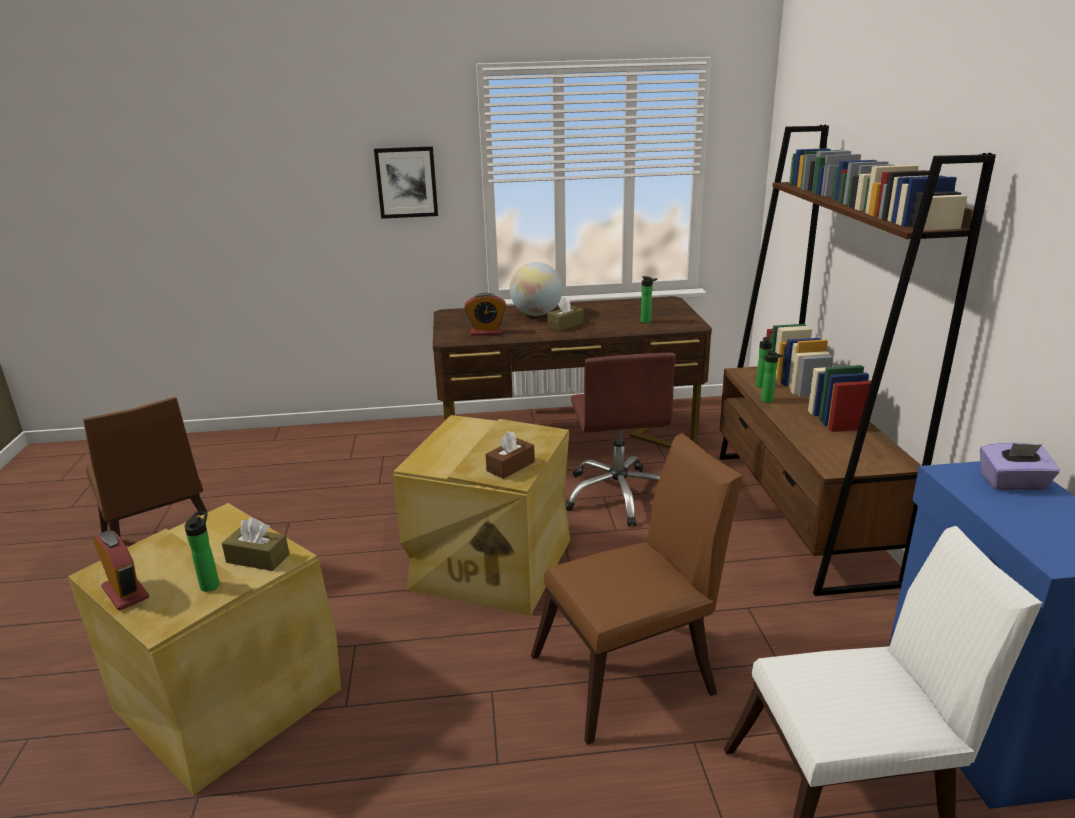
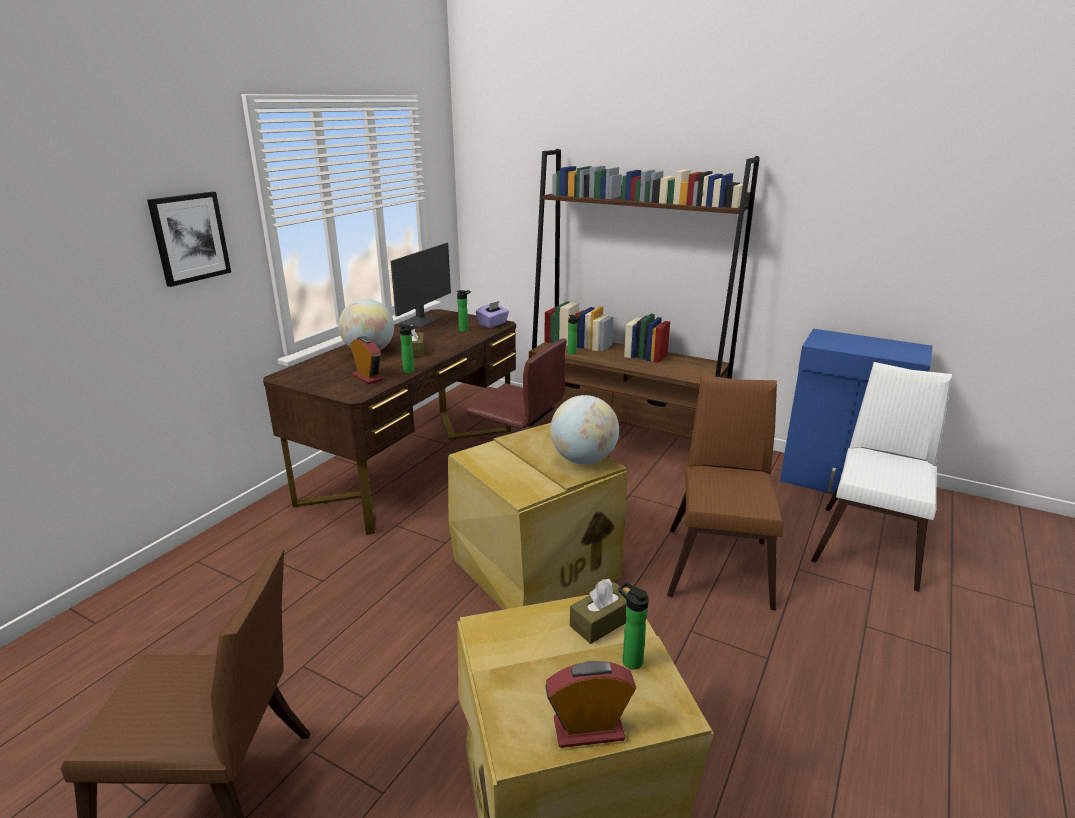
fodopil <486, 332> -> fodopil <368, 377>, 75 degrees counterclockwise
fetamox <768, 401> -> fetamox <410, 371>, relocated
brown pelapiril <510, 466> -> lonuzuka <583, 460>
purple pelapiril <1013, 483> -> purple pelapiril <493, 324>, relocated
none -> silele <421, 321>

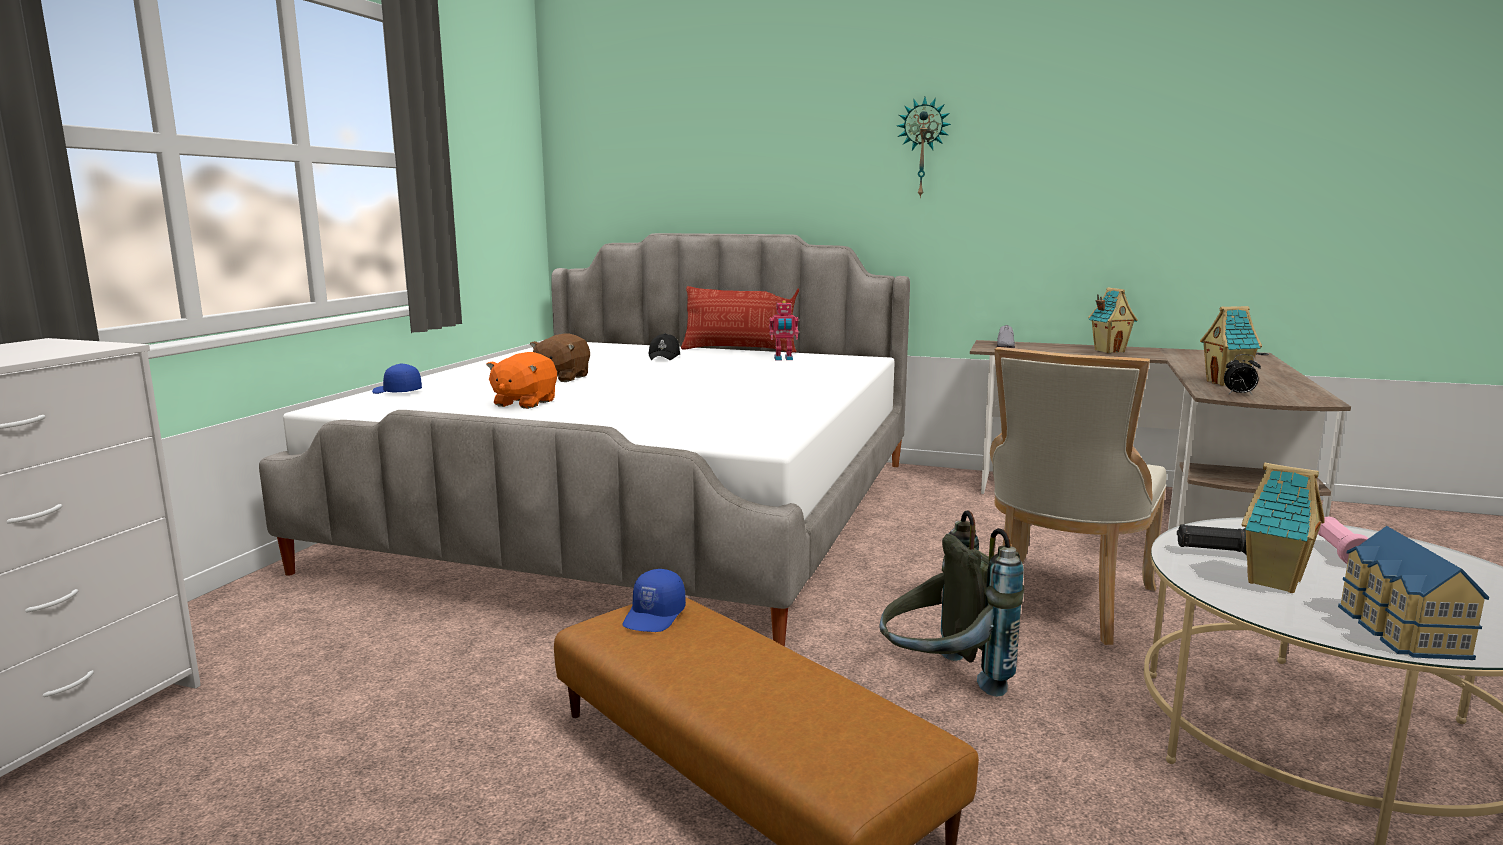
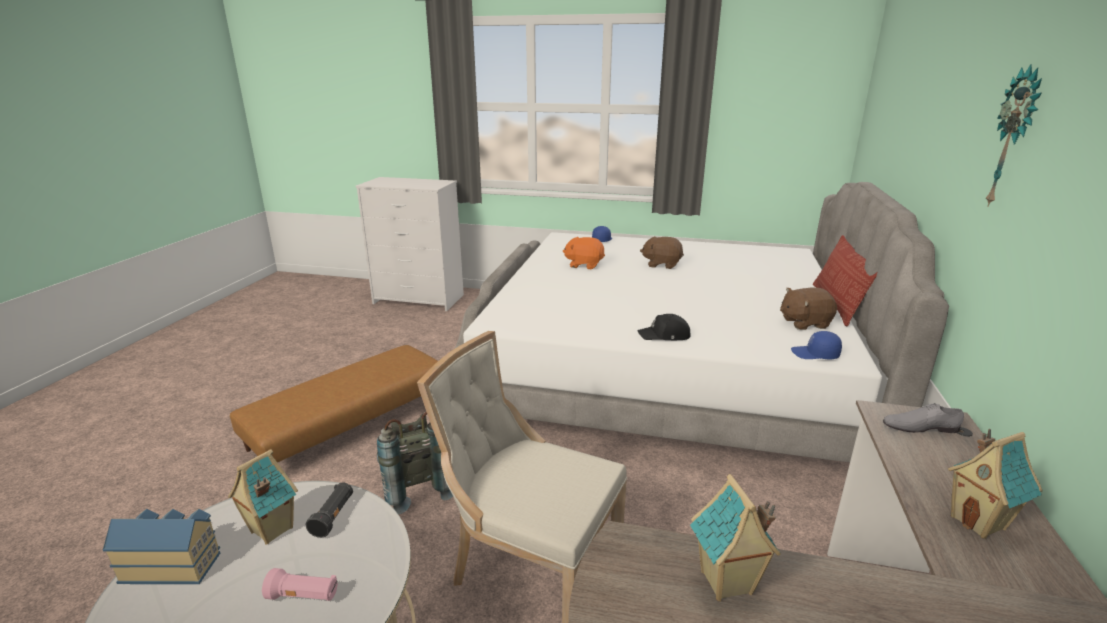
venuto <783, 359> -> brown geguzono <804, 323>
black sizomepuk <665, 357> -> black sizomepuk <665, 336>, relocated
fodopil <1239, 394> -> none
blue sizomepuk <655, 616> -> blue sizomepuk <815, 354>, relocated

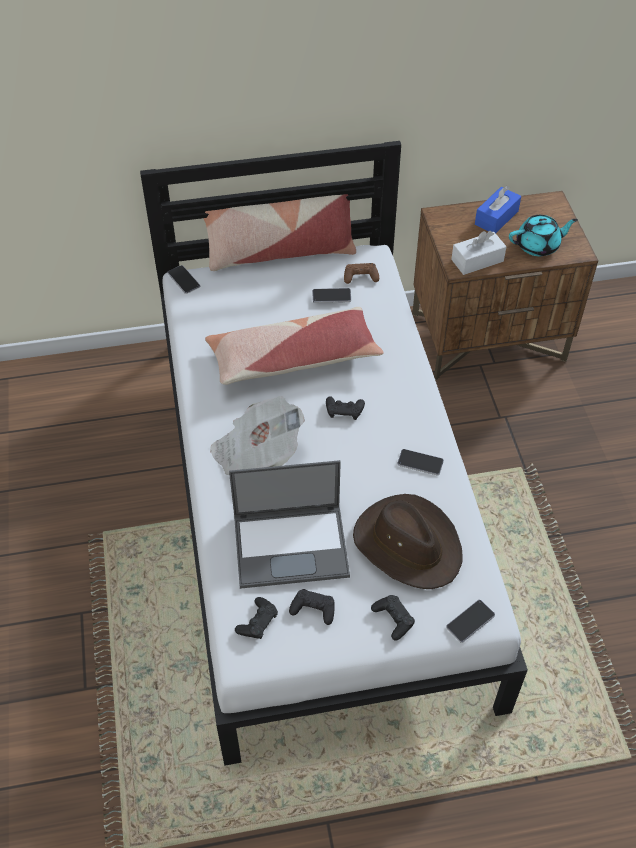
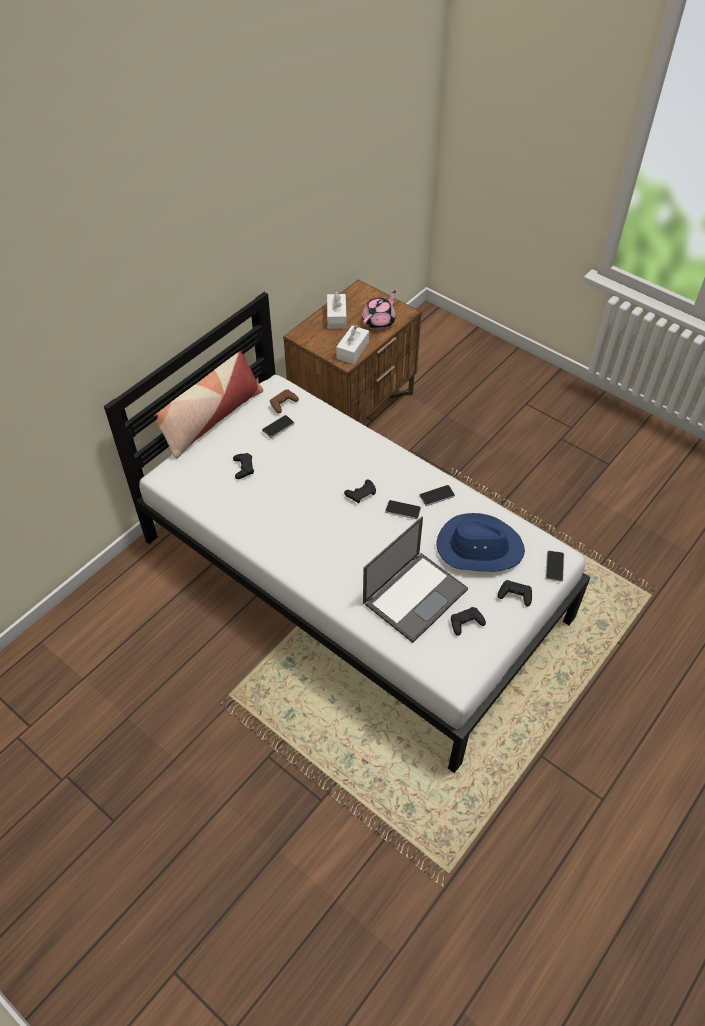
blue pelapiril <496, 218> -> white pelapiril <336, 317>
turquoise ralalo <538, 246> -> pink ralalo <379, 321>
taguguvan <183, 280> -> taguguvan <403, 510>, relocated
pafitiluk <293, 358> -> none
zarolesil <256, 454> -> none
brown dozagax <408, 544> -> blue dozagax <479, 547>
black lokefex <257, 622> -> black lokefex <243, 468>, relocated

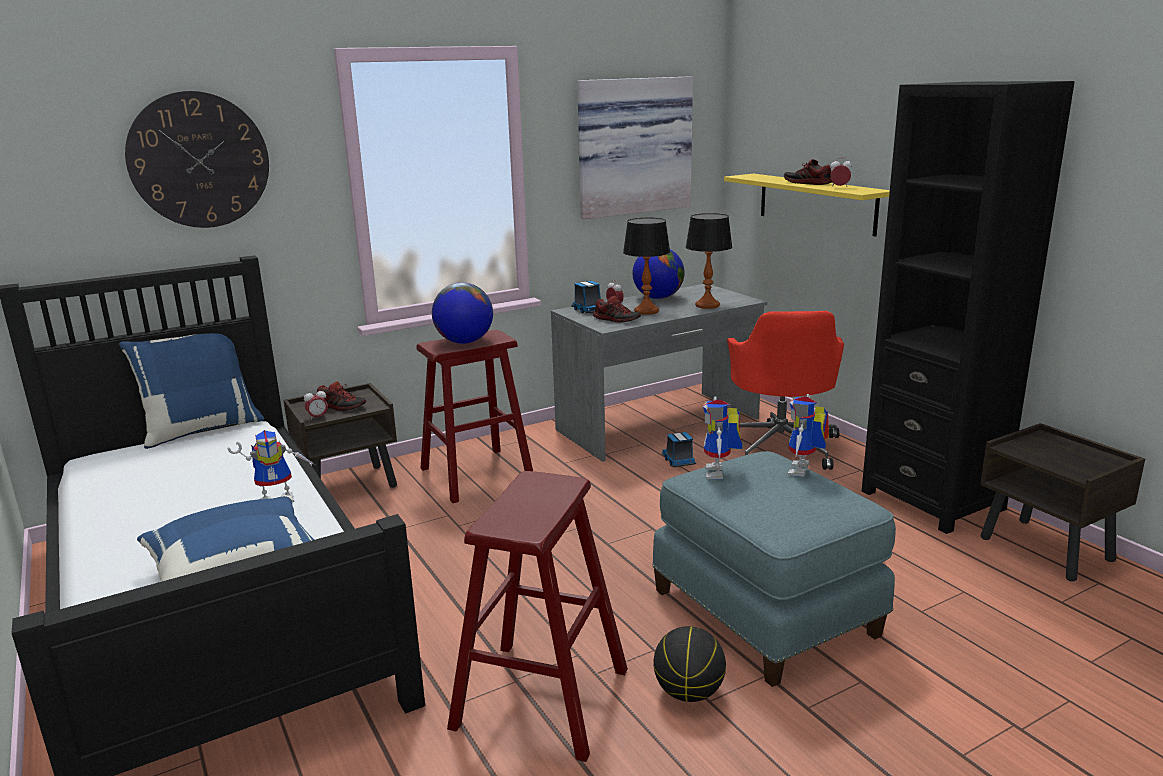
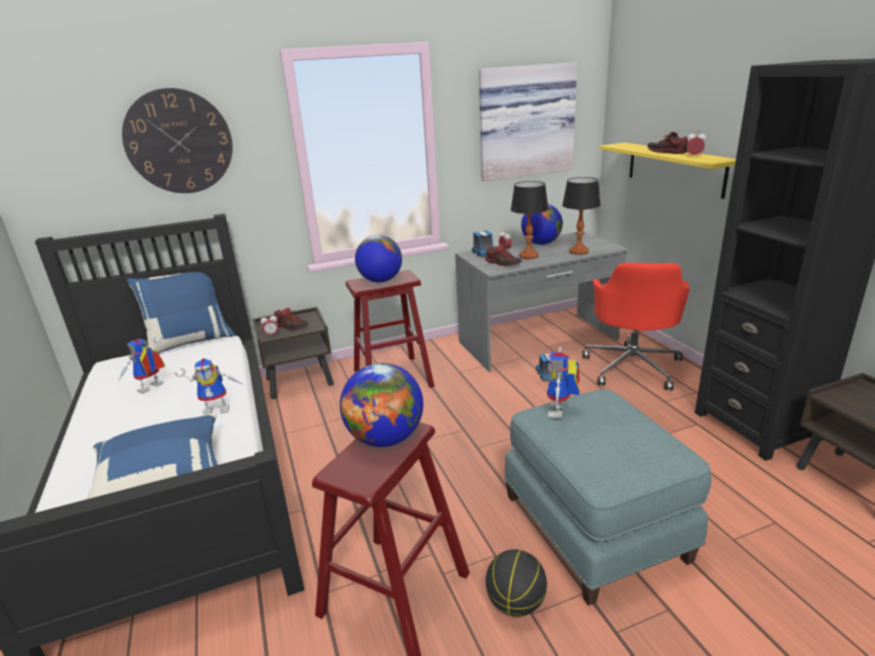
venuto <804, 471> -> venuto <151, 389>, relocated
none -> lonuzuka <385, 438>

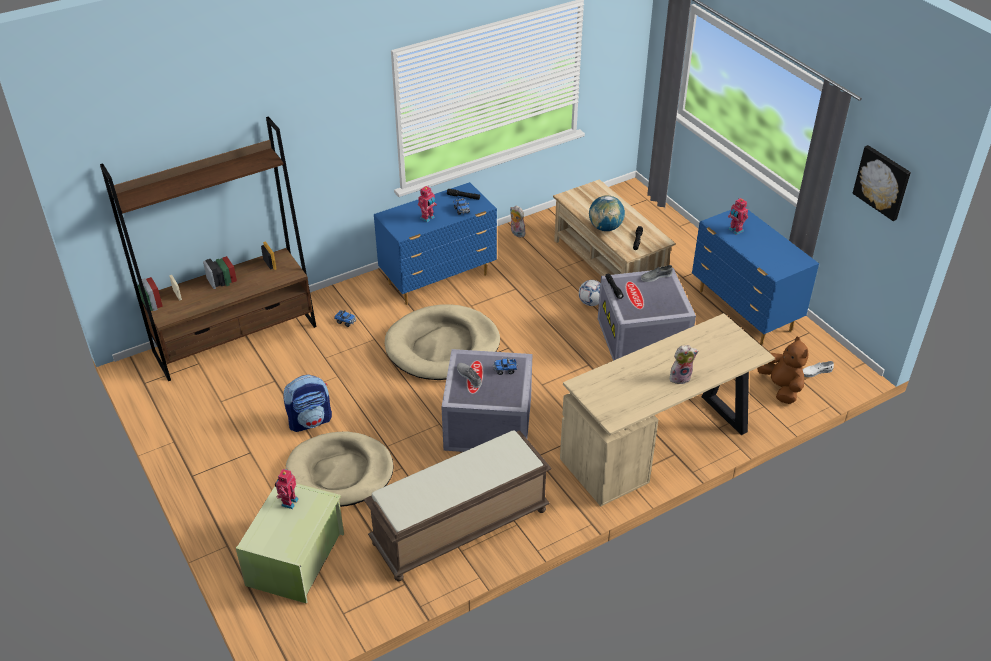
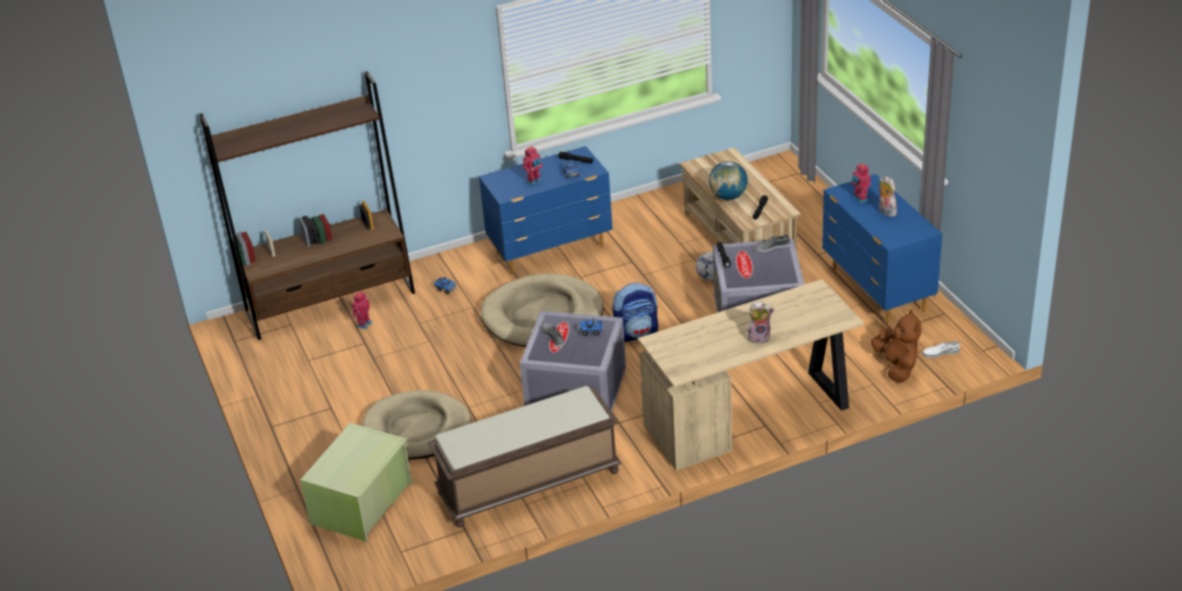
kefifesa <883, 182> -> none
geguzono <516, 233> -> geguzono <885, 212>, relocated
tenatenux <310, 421> -> tenatenux <636, 333>, relocated
venuto <288, 502> -> venuto <363, 324>, relocated

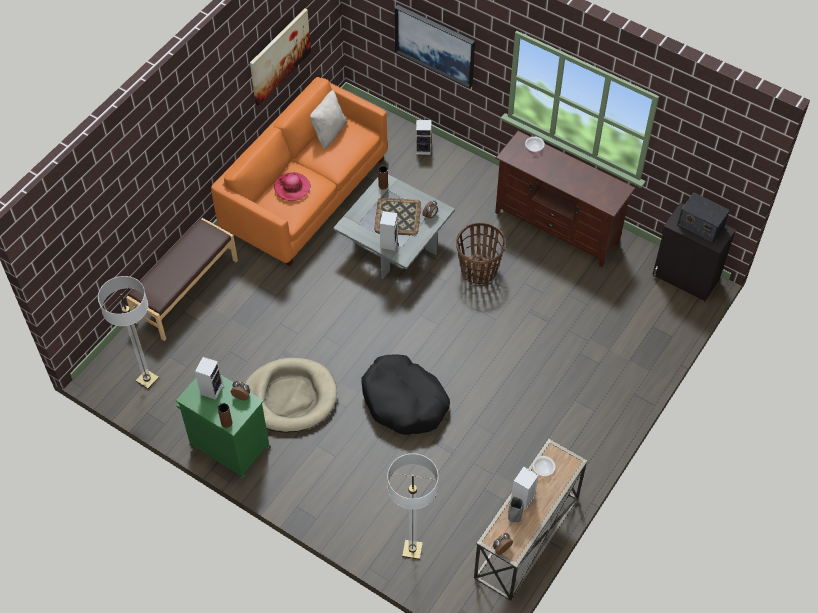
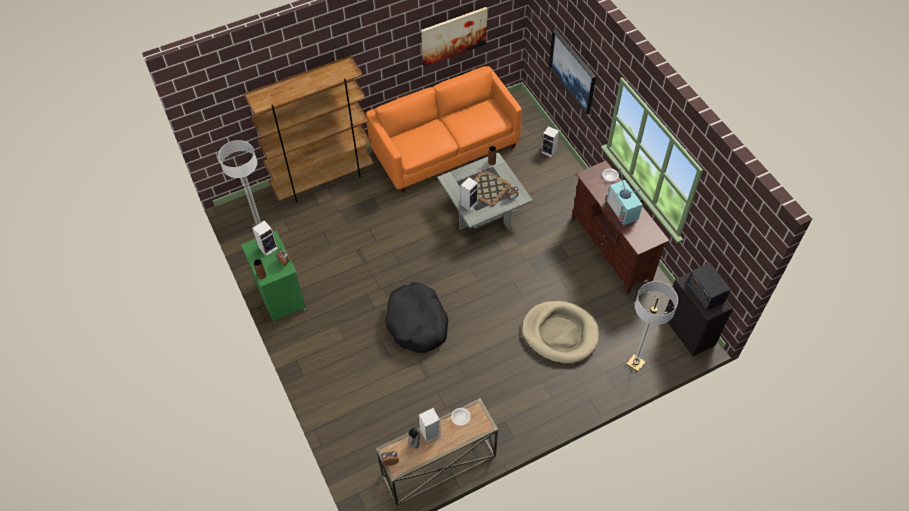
beige pafitiluk <329, 132> -> none
dozagax <292, 188> -> none
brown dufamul <186, 290> -> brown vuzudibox <323, 179>
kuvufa <479, 270> -> none
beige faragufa <289, 397> -> beige faragufa <560, 333>, relocated
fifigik <412, 550> -> fifigik <635, 363>, relocated
none -> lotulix <624, 210>

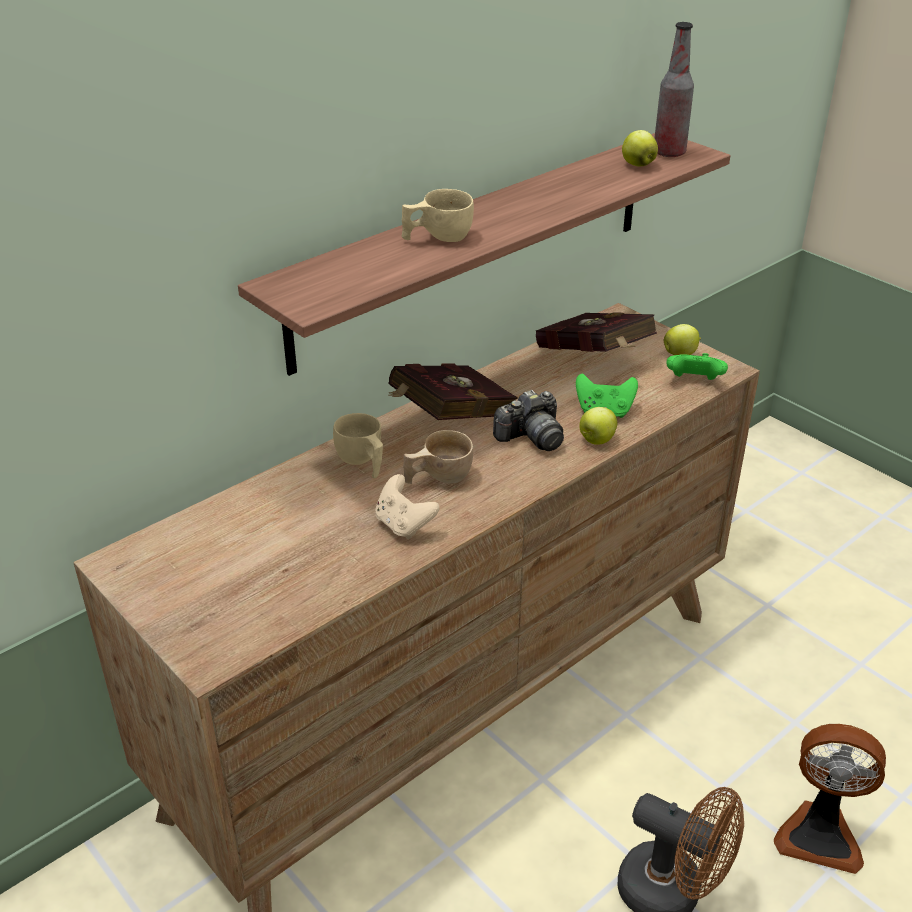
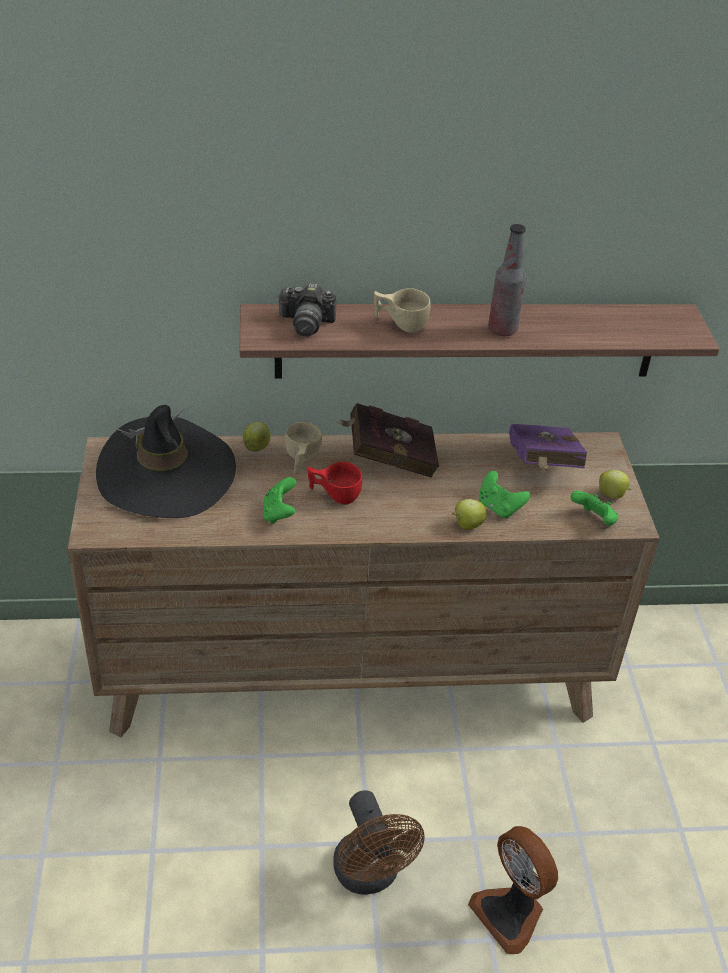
fetamox <669, 153> -> fetamox <502, 330>, relocated
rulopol <637, 165> -> rulopol <256, 447>, relocated
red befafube <595, 359> -> purple befafube <542, 467>
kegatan <531, 437> -> kegatan <306, 323>, relocated
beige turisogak <437, 478> -> red turisogak <334, 494>
beige lokefex <404, 525> -> green lokefex <279, 513>
none -> black dozagax <166, 474>

